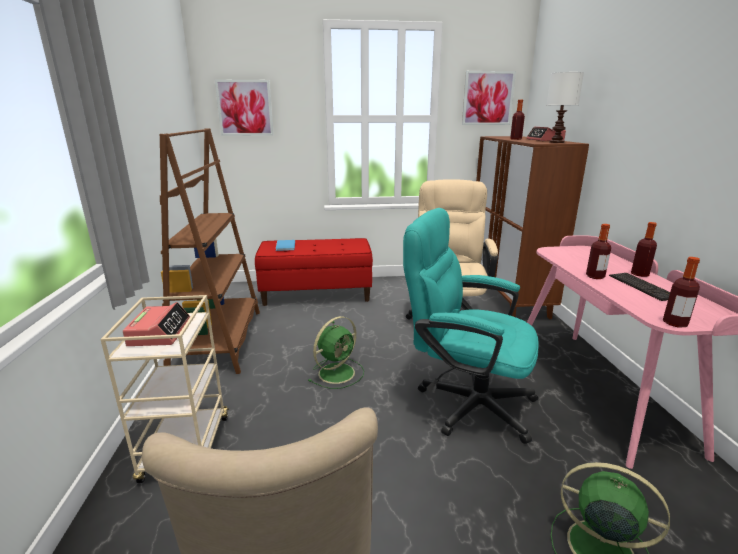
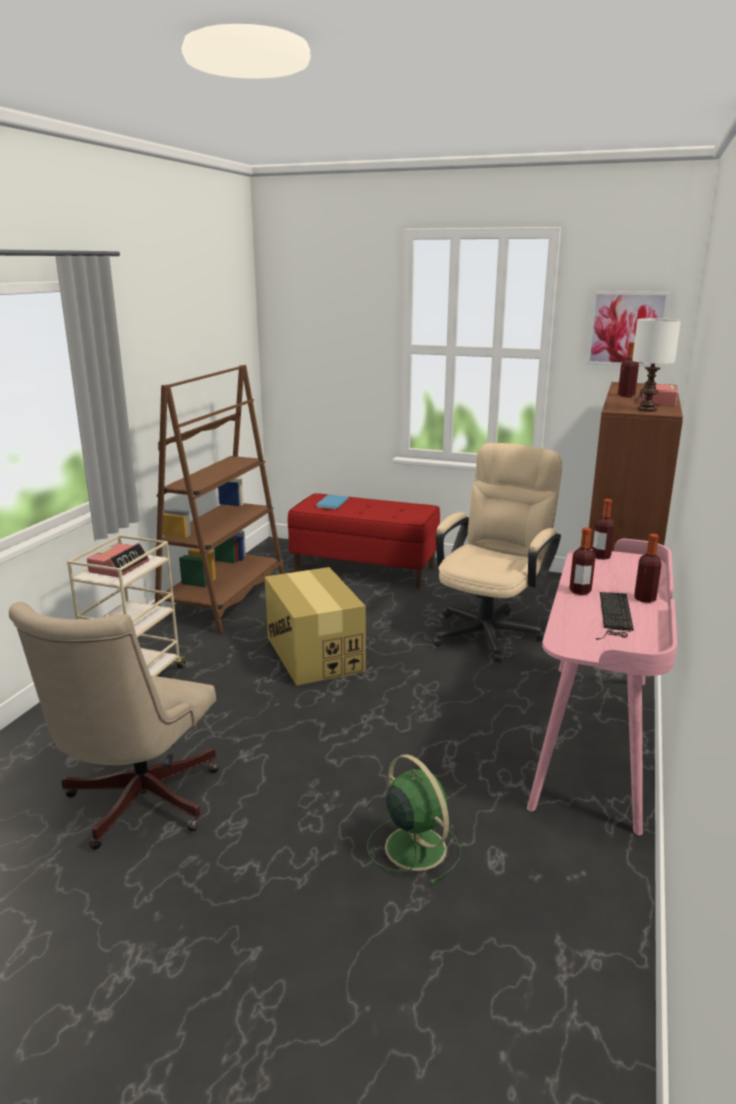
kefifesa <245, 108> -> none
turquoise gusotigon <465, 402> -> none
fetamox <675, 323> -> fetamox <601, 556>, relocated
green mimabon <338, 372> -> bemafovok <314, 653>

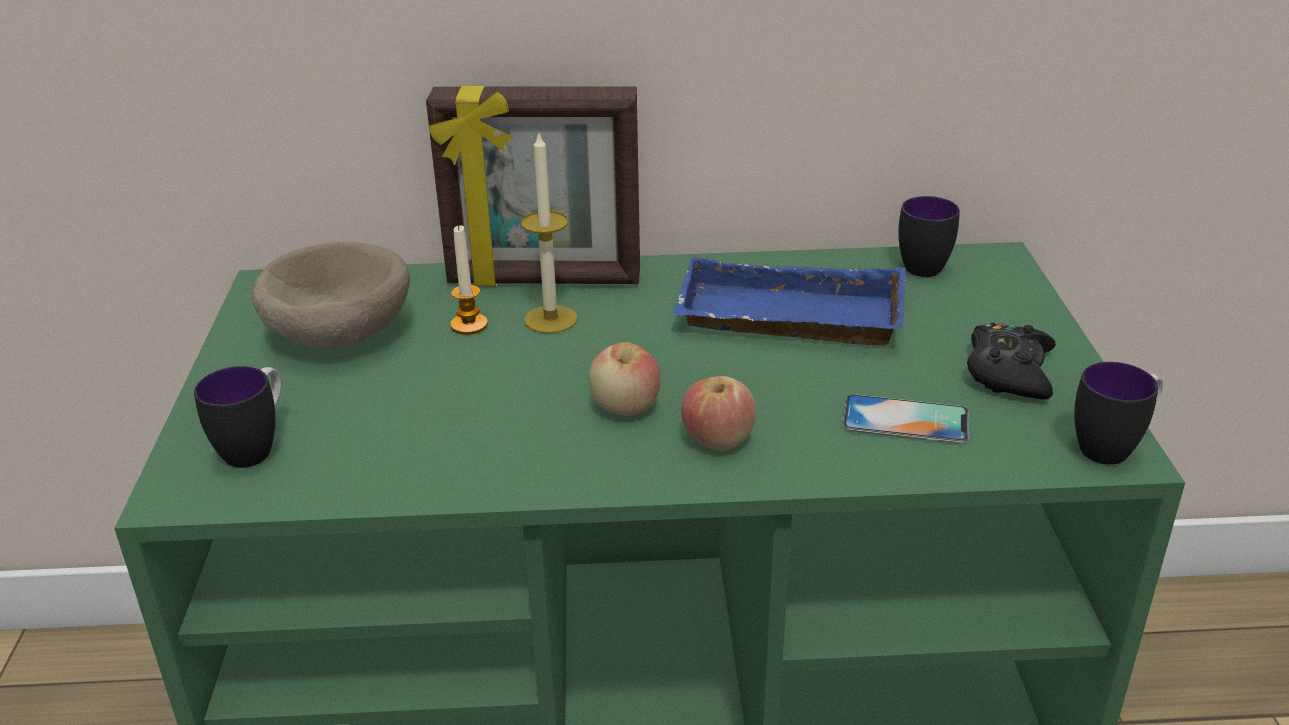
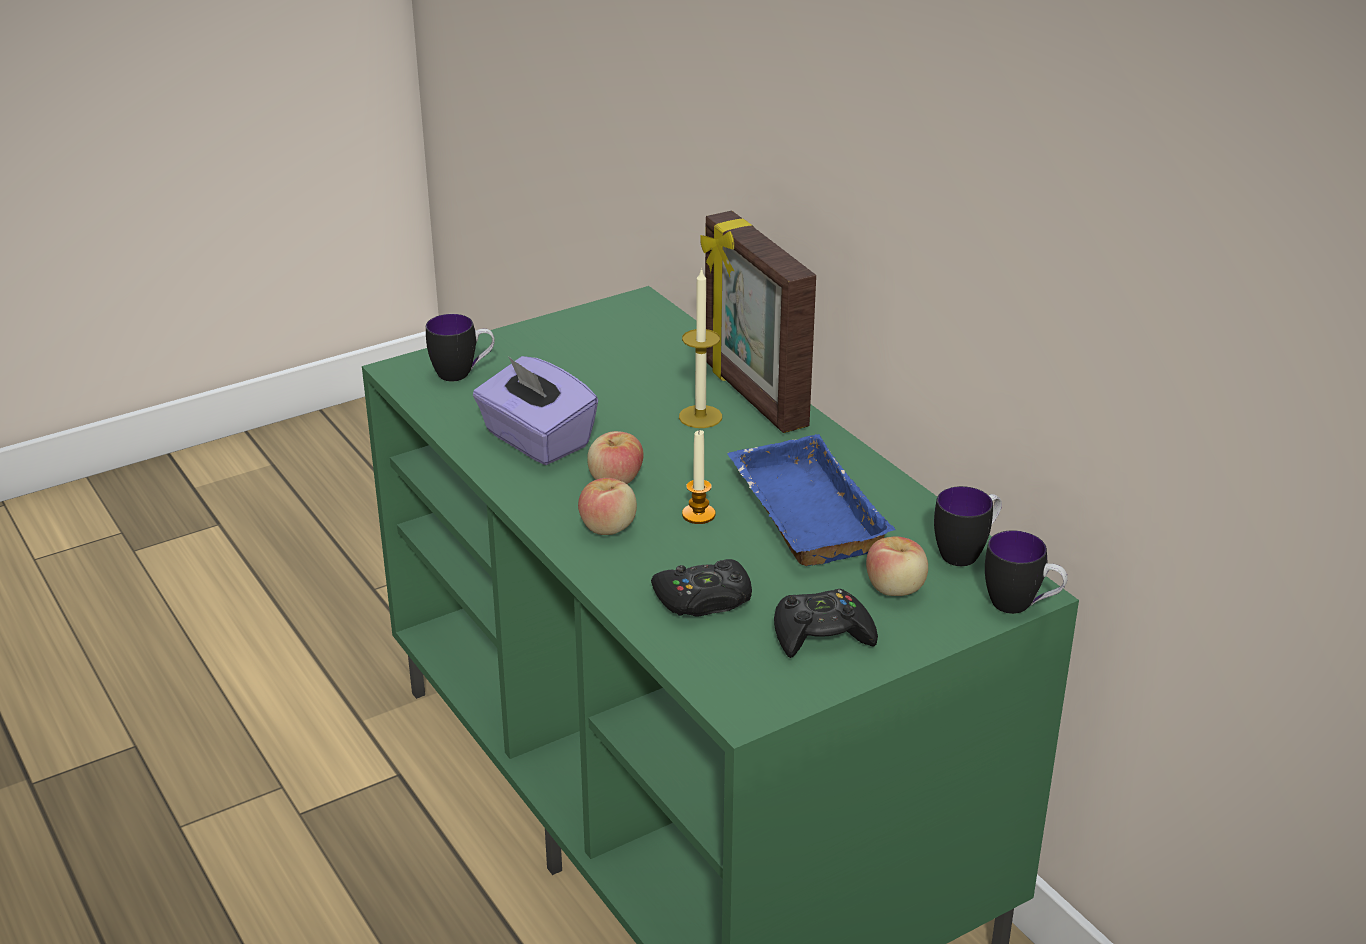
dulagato <469, 325> -> dulagato <698, 514>, relocated
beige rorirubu <336, 335> -> none
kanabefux <1113, 447> -> kanabefux <1021, 606>, relocated
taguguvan <905, 420> -> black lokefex <704, 599>
none -> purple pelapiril <536, 440>
none -> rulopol <896, 589>

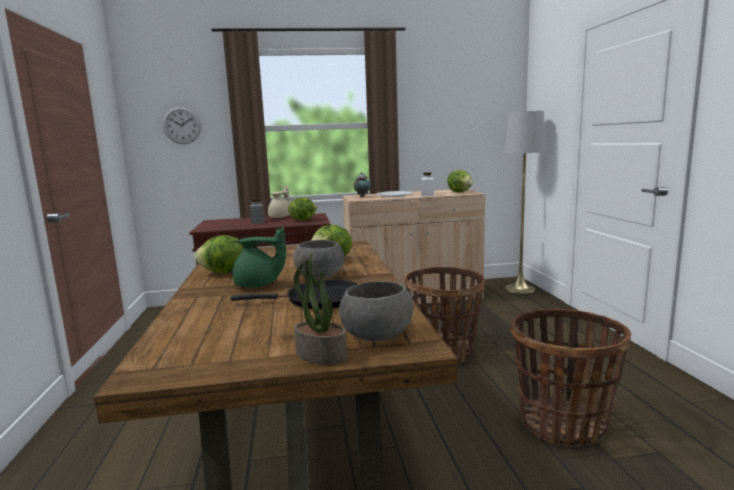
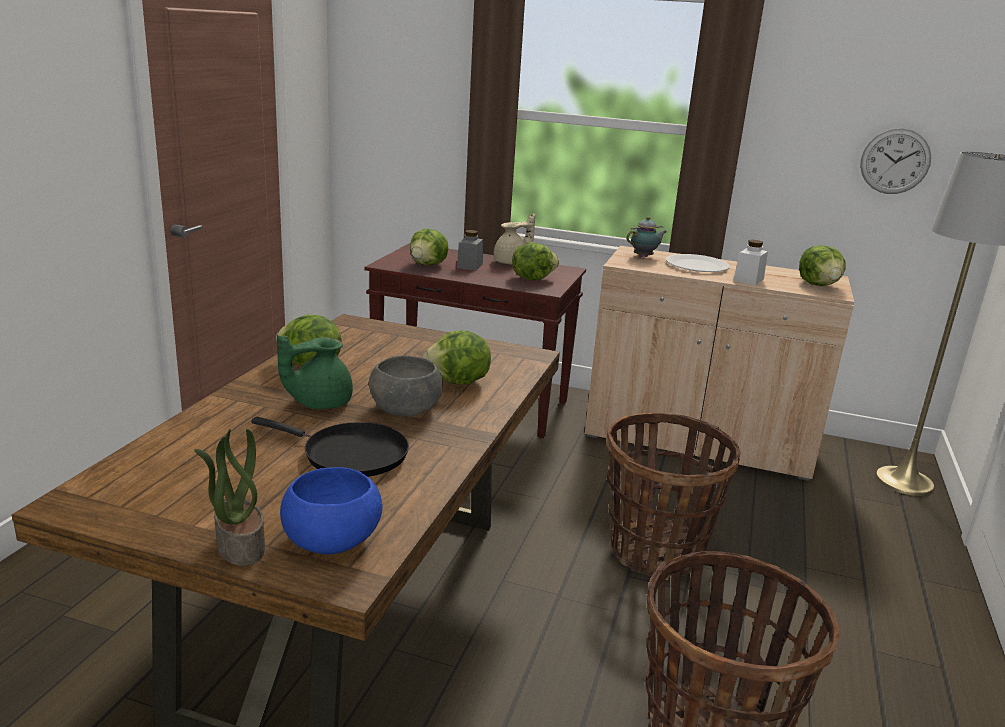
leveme <182, 125> -> leveme <895, 161>, relocated
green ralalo <258, 285> -> green ralalo <319, 402>, 120 degrees clockwise
grey rorirubu <376, 334> -> blue rorirubu <332, 538>
none -> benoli <428, 265>

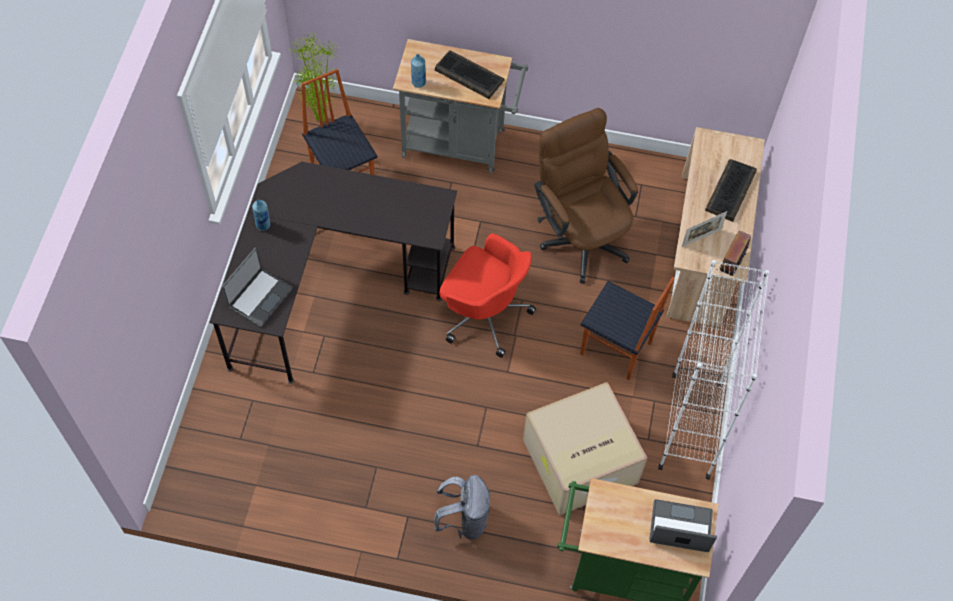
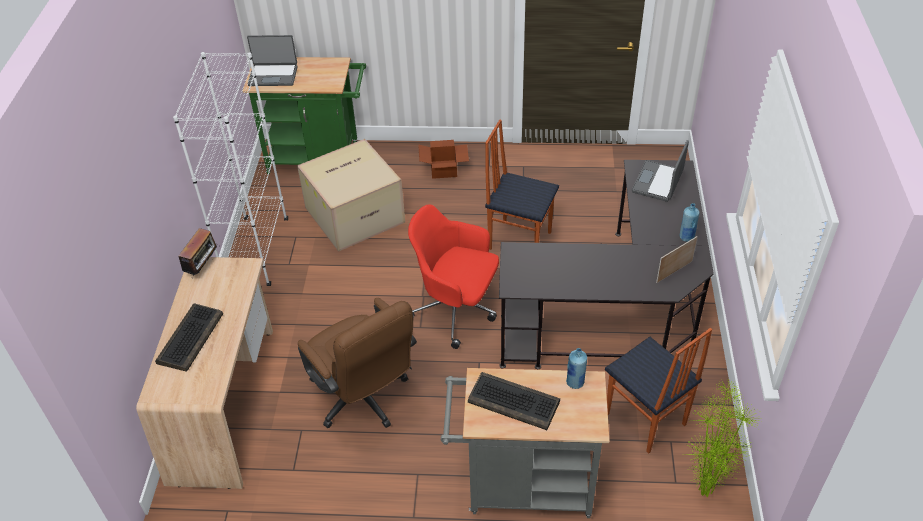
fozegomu <701, 238> -> fozegomu <674, 272>, relocated
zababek <615, 350> -> zababek <519, 239>, relocated
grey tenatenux <464, 519> -> bemafovok <444, 169>

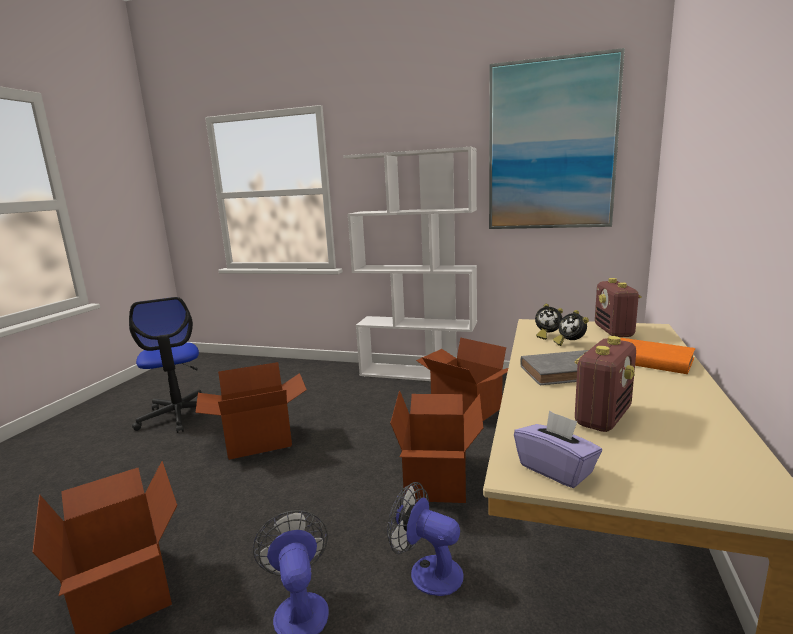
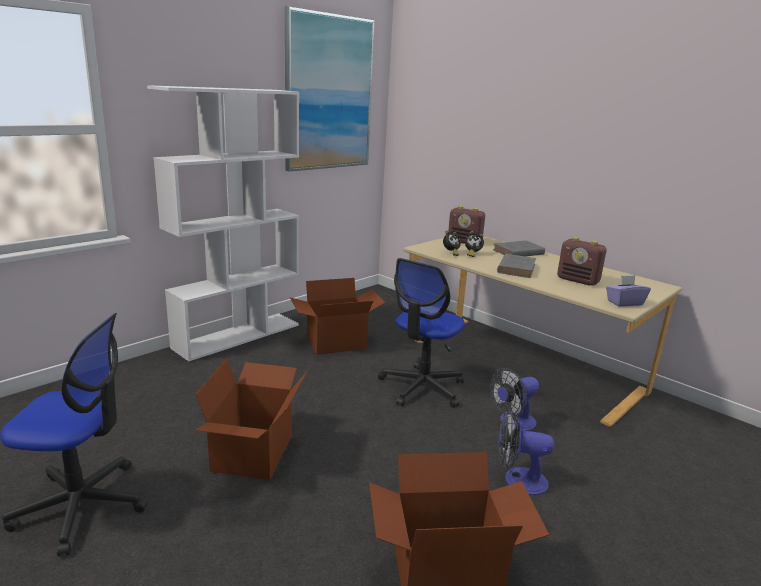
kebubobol <603, 416> -> kebubobol <578, 280>, 150 degrees clockwise
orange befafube <648, 360> -> grey befafube <517, 252>
bemafovok <438, 480> -> gusotigon <422, 387>

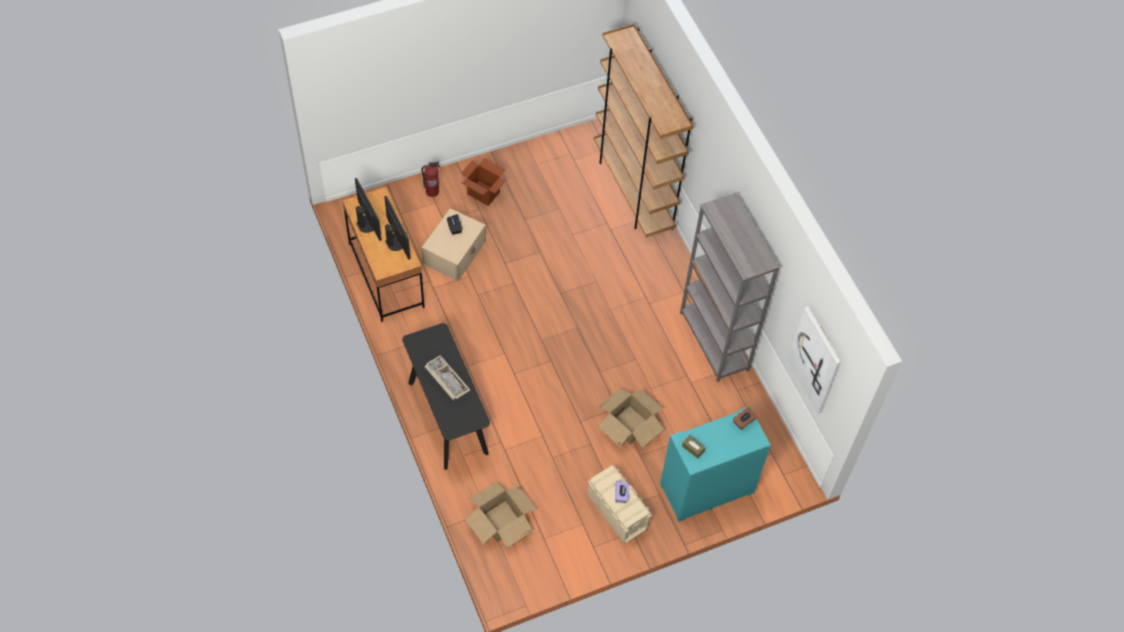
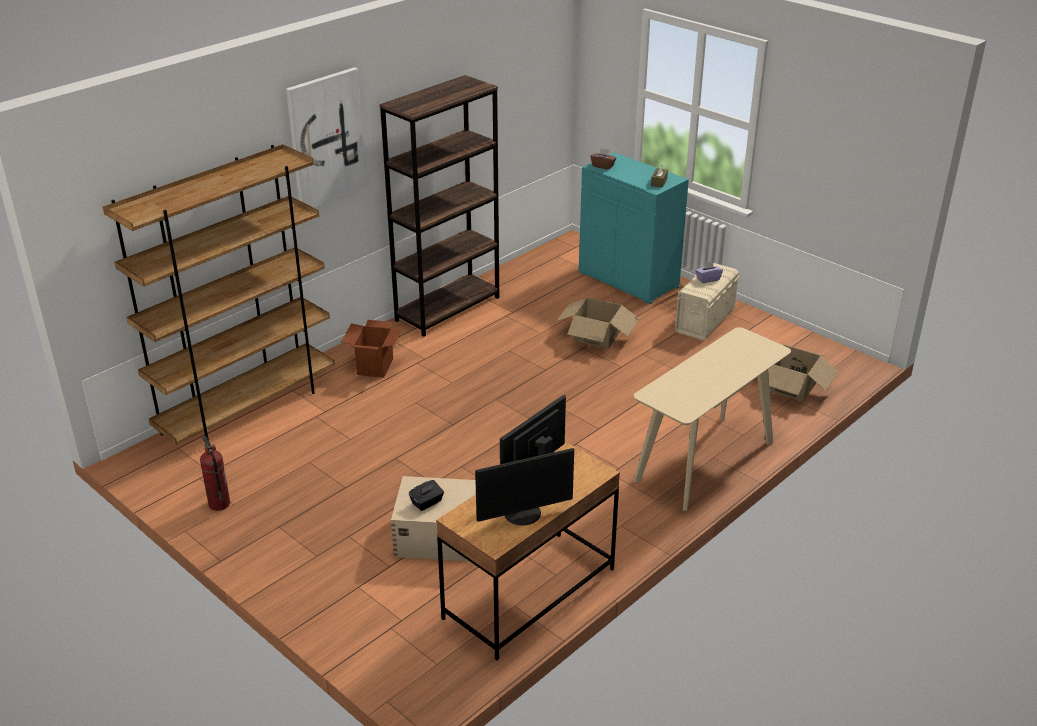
bemafovok <483, 193> -> bemafovok <375, 366>, relocated
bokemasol <432, 191> -> bokemasol <219, 504>, relocated
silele <367, 223> -> silele <523, 514>, 150 degrees counterclockwise
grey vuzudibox <714, 341> -> brown vuzudibox <448, 309>
kefifesa <815, 359> -> kefifesa <326, 139>, relocated
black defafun <447, 417> -> beige defafun <705, 461>
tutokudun <446, 379> -> none

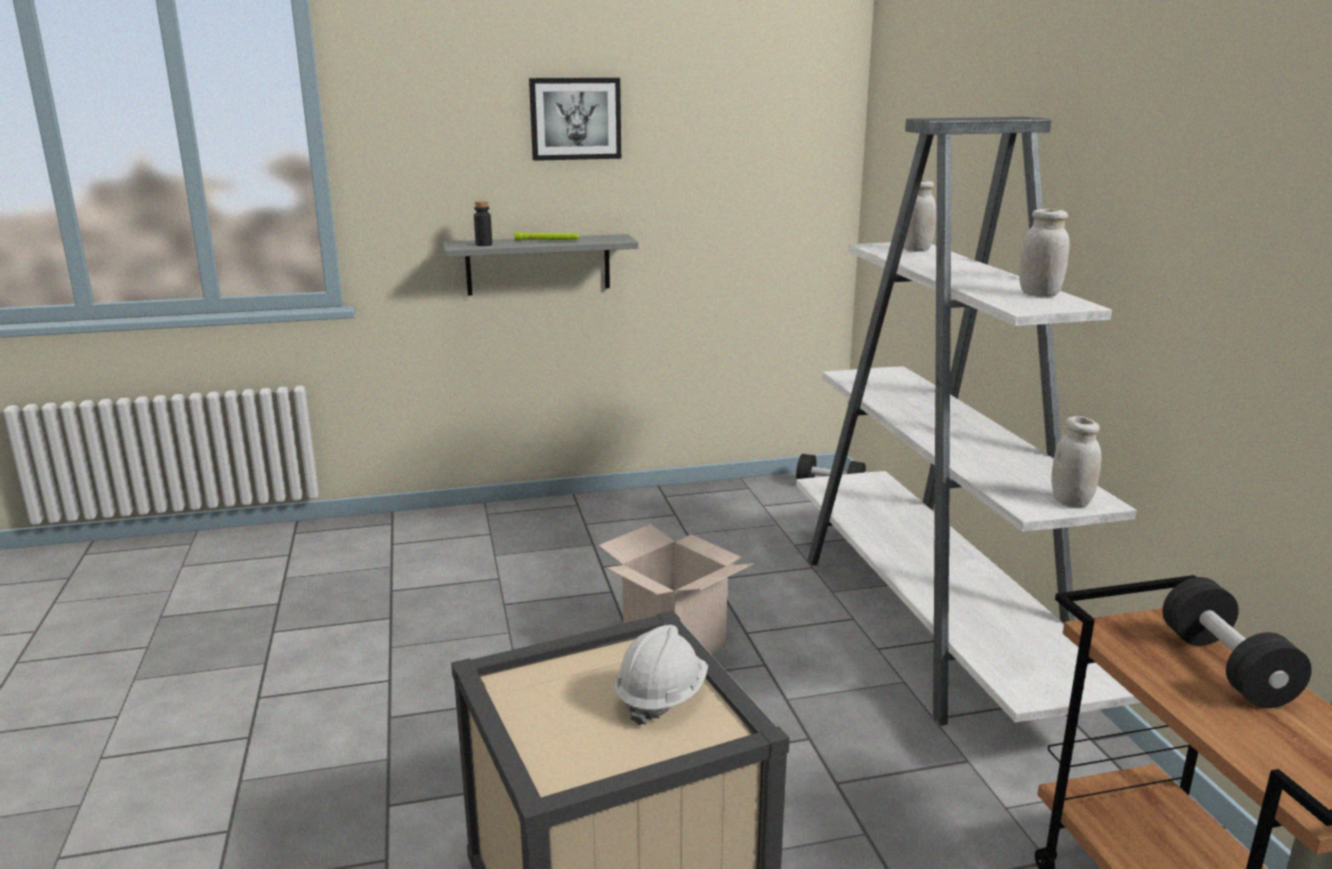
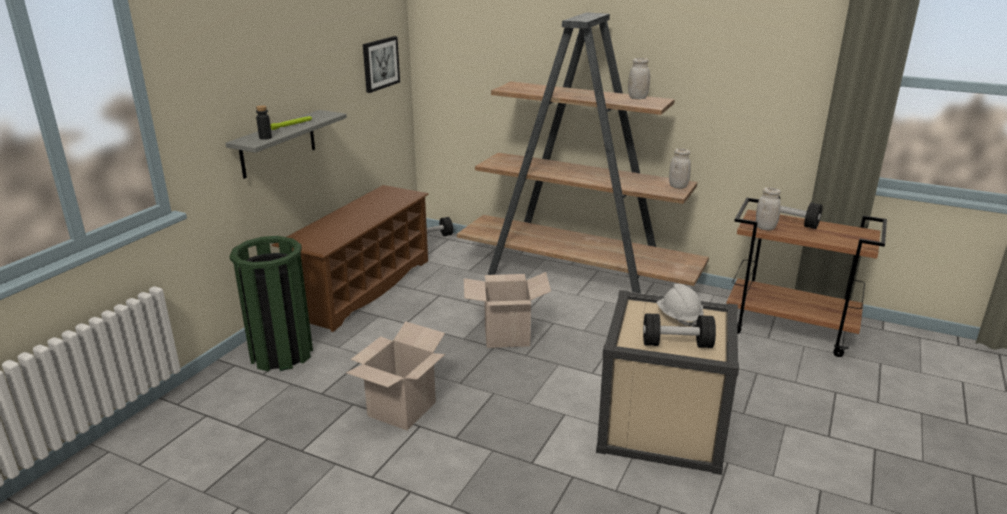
kefifesa <575, 118> -> kefifesa <380, 63>, relocated
white vuzudibox <931, 626> -> brown vuzudibox <577, 277>
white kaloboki <916, 249> -> white kaloboki <765, 228>, relocated
none -> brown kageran <363, 287>
none -> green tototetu <281, 354>
none -> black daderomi <677, 344>
none -> bemafovok <401, 409>

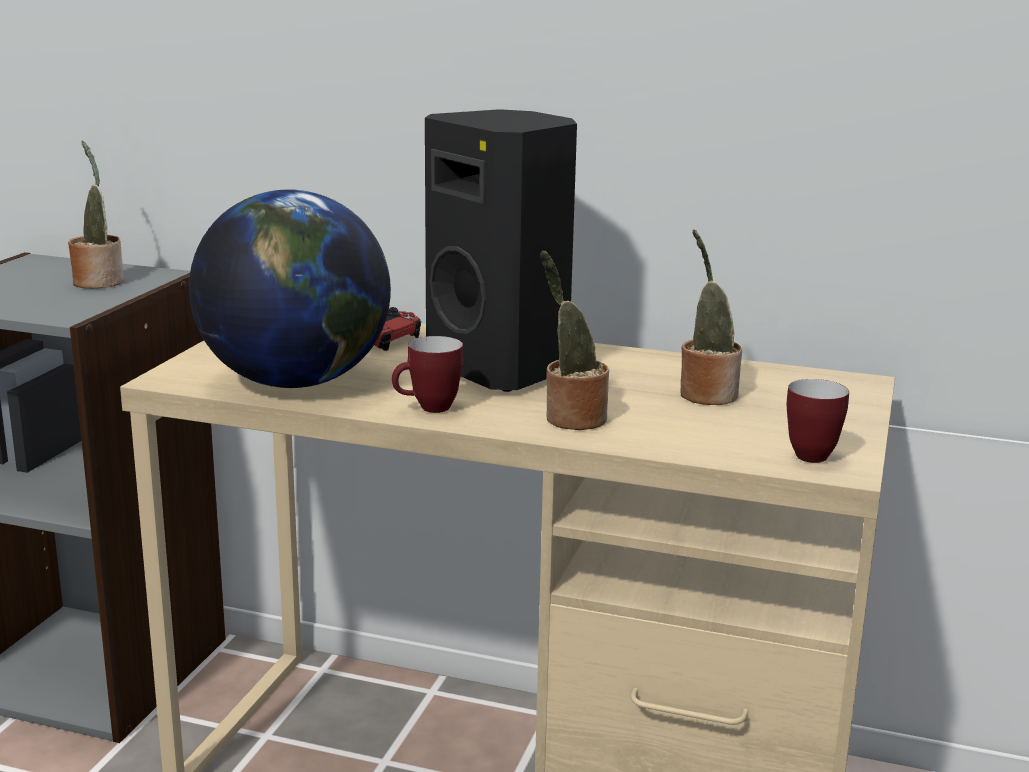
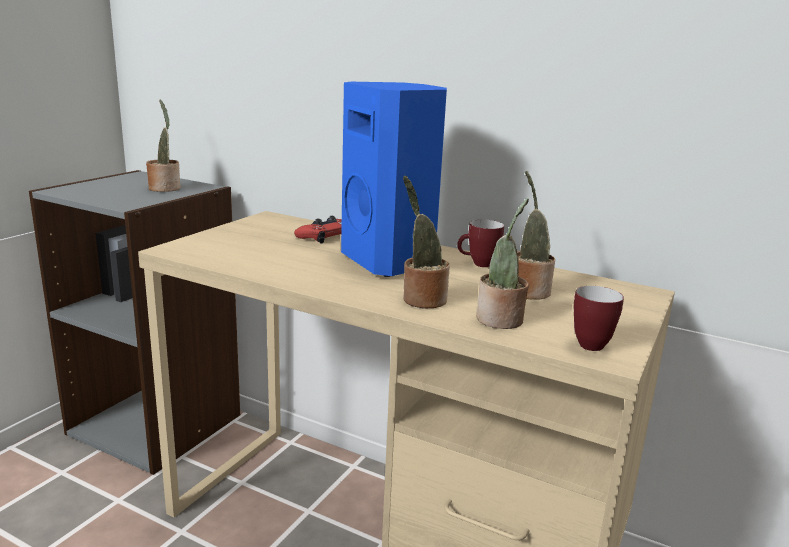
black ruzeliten <502, 370> -> blue ruzeliten <391, 262>
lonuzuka <296, 381> -> none
kanabefux <428, 409> -> kanabefux <478, 265>, relocated
none -> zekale <501, 321>

